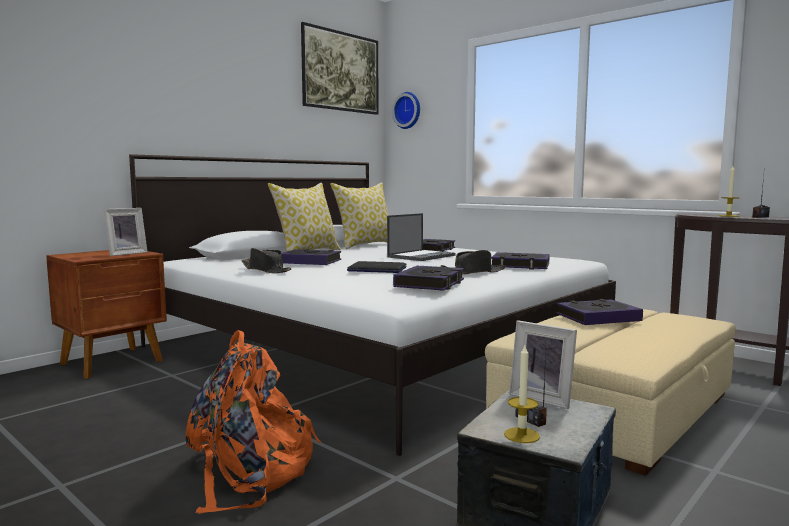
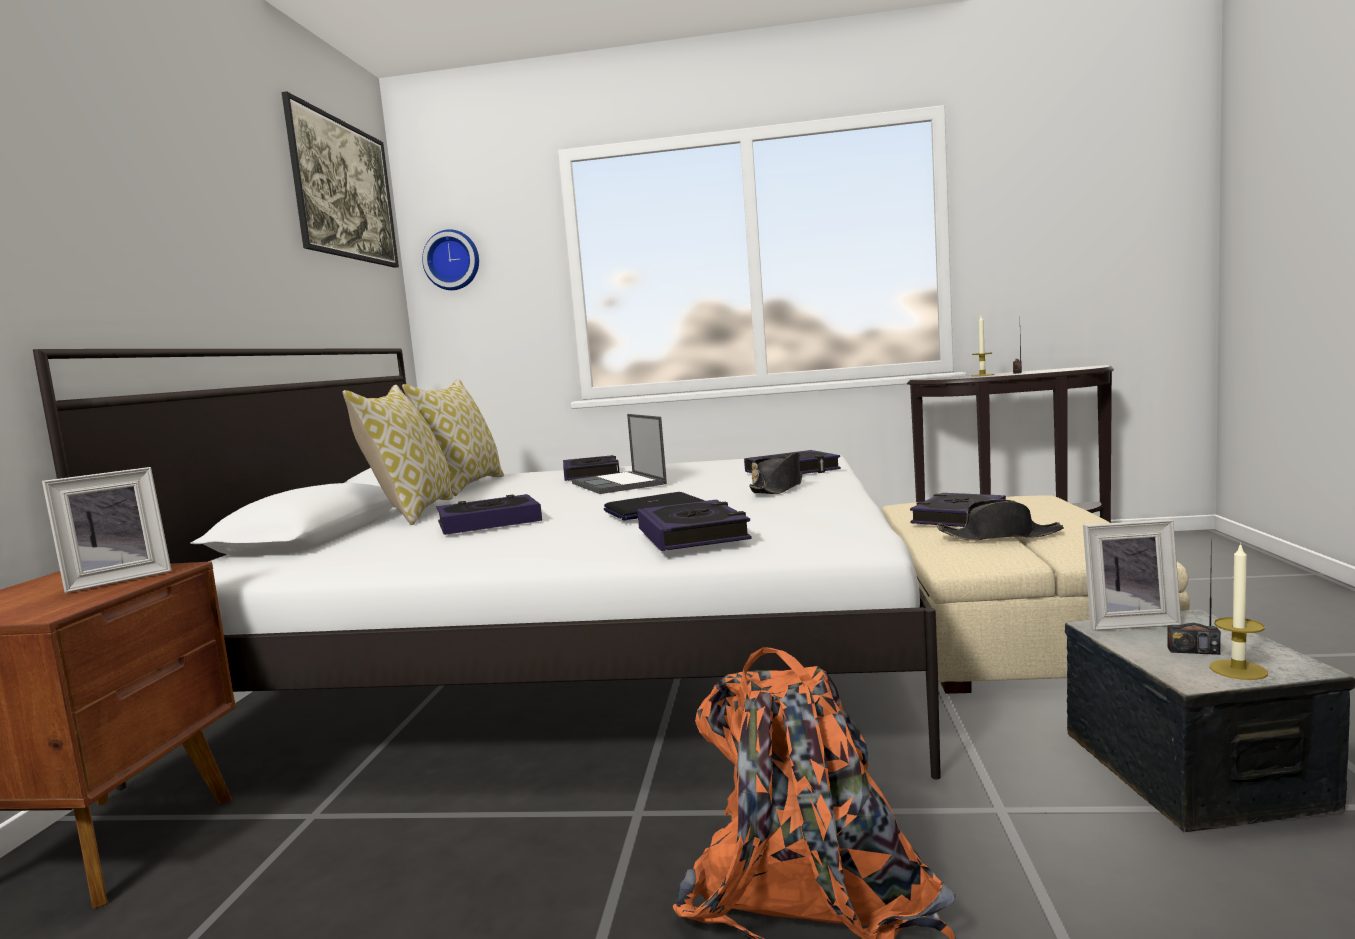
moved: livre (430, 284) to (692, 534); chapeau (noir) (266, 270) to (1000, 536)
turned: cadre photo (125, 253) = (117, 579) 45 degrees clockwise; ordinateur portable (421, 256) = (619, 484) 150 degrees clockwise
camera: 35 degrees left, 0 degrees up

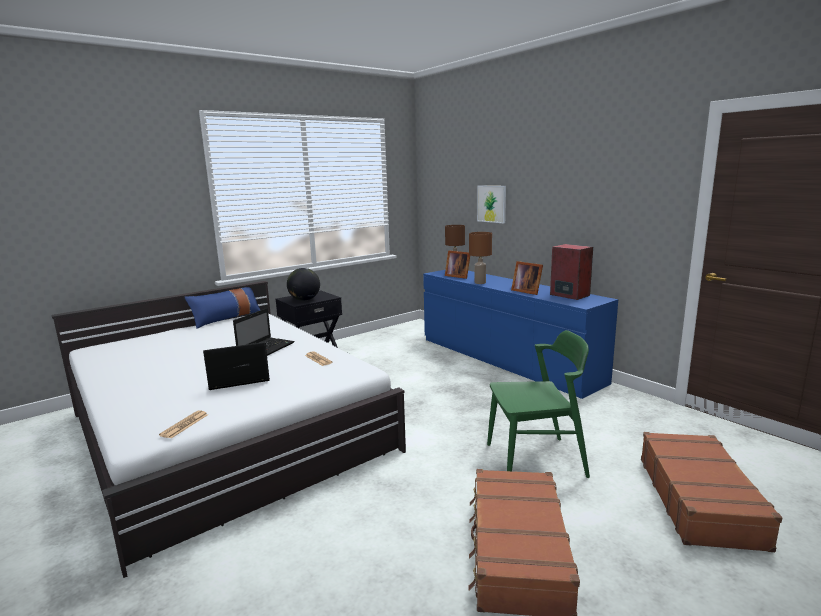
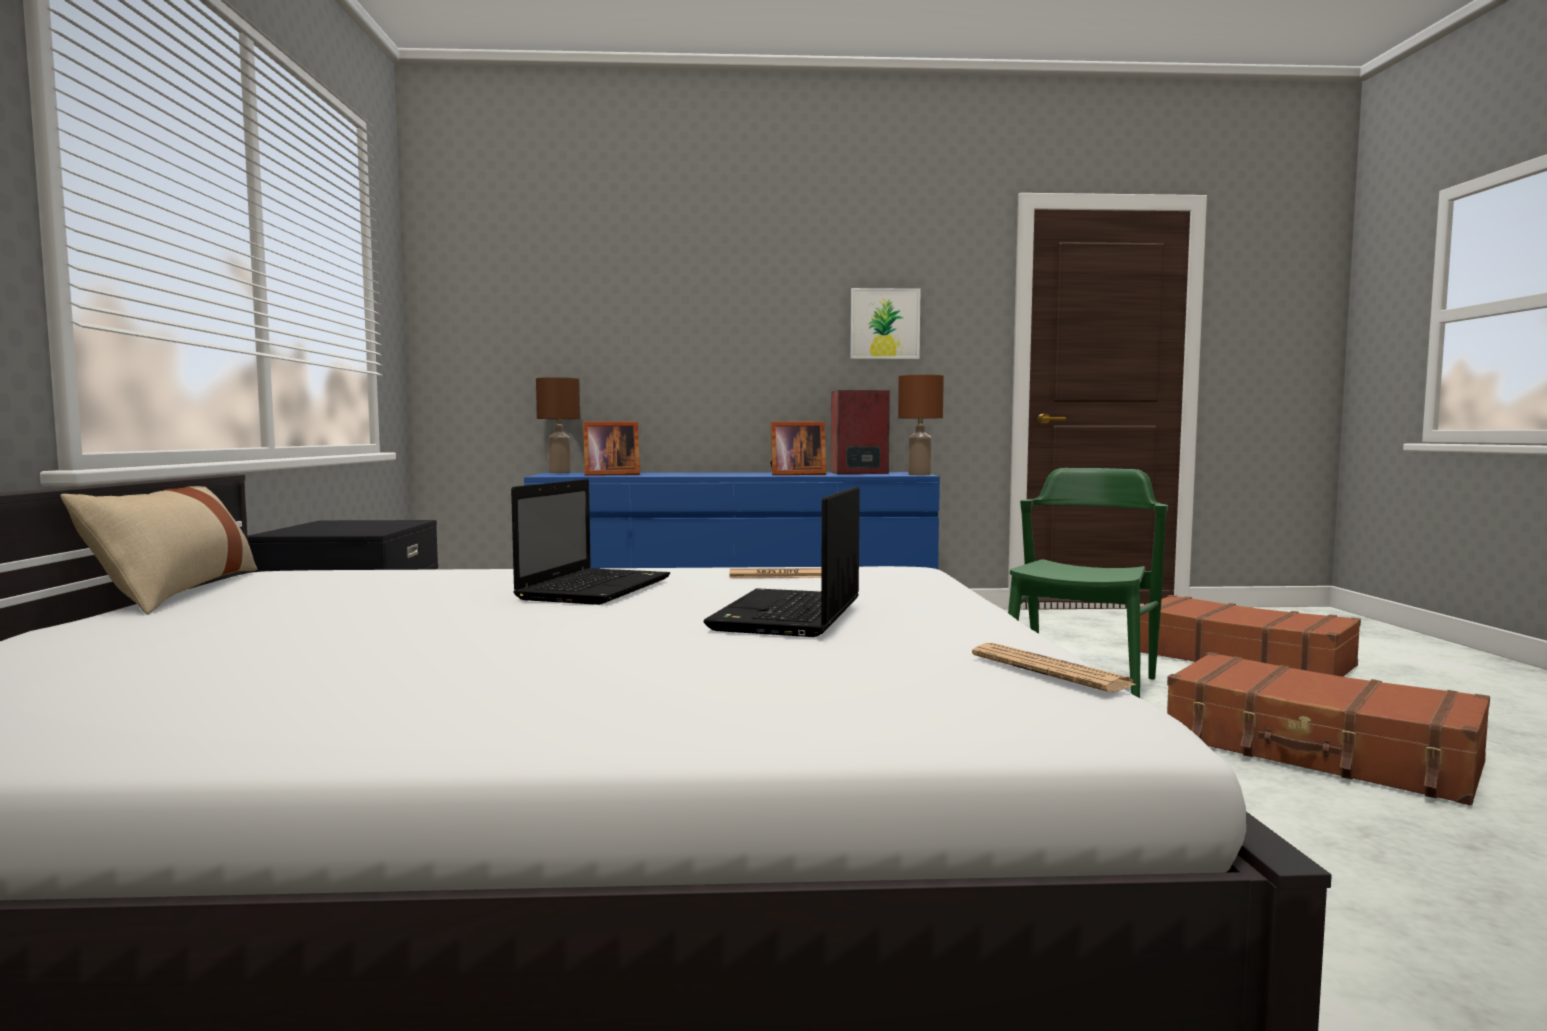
removed: globe (304, 300)
moved: tableau (492, 204) to (884, 324); lampe de table (marron) (480, 283) to (920, 474)
recoloured: coussin (bleu) (227, 318) to coussin (beige) (178, 590)
turned: ordinateur portable (266, 348) = (596, 588) 45 degrees clockwise
camera: 55 degrees left, 10 degrees down

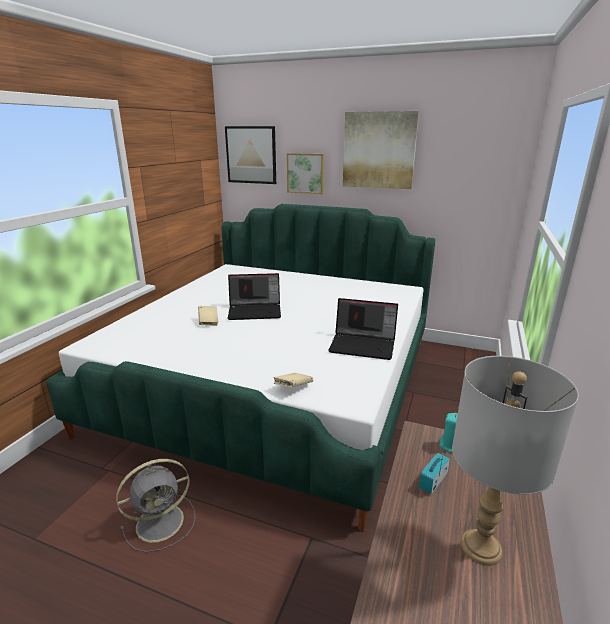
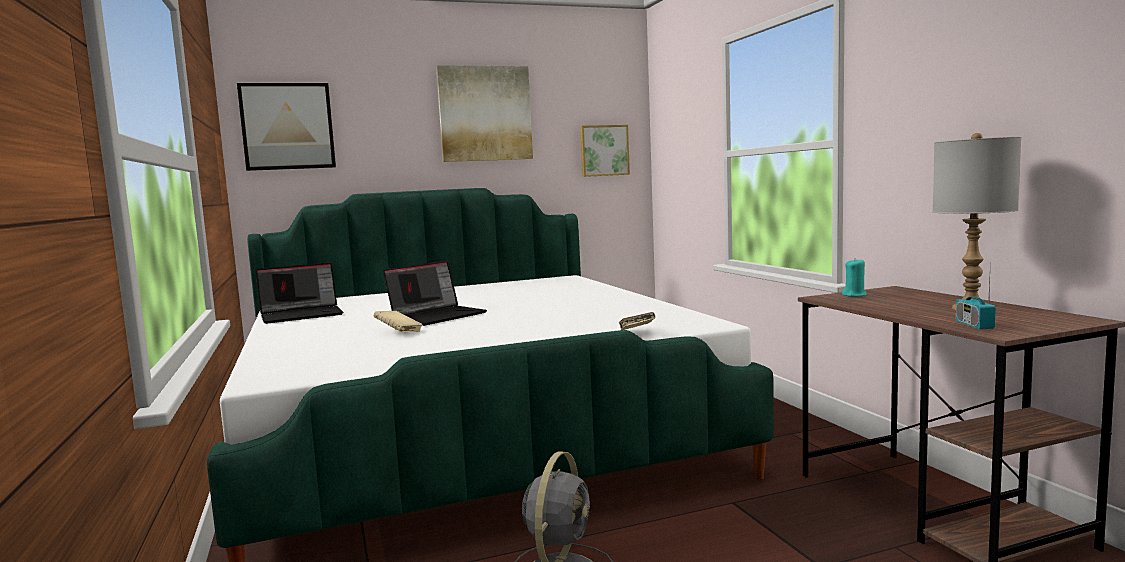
moved: ordinateur portable (363, 345) to (303, 315); tableau (306, 173) to (603, 150); radio (433, 481) to (974, 325)
camera: 40 degrees left, 15 degrees down

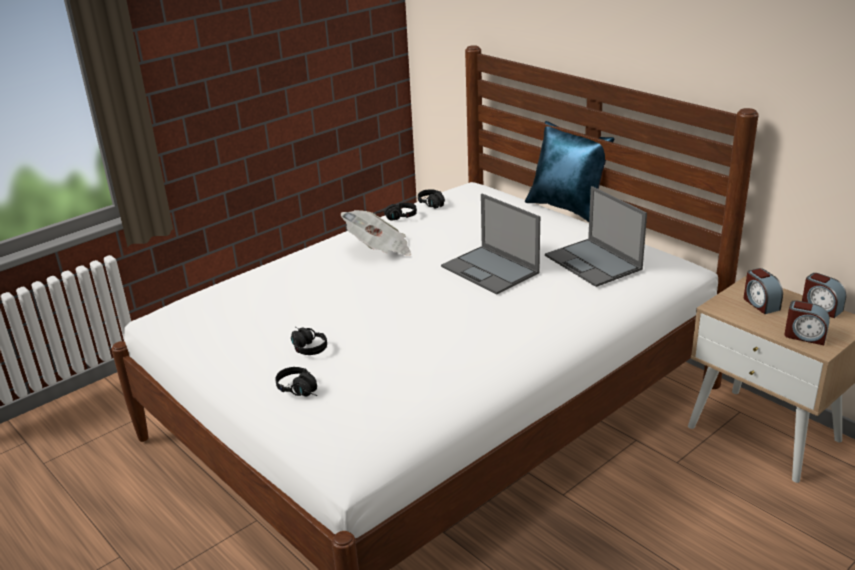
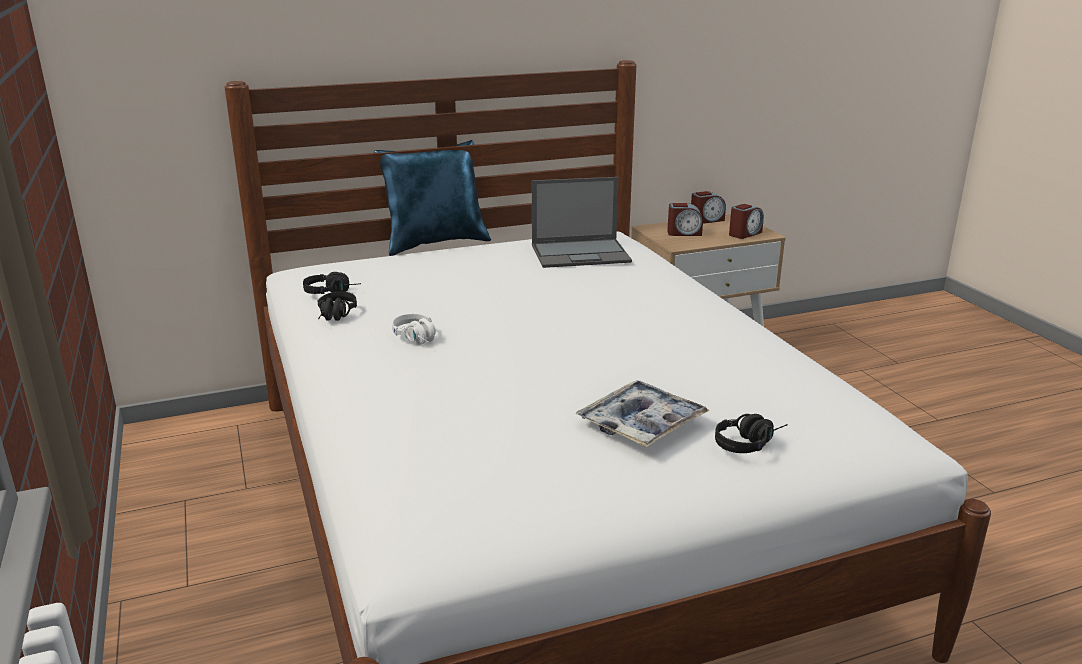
removed: ordinateur portable (491, 270)
replaced: journal (379, 249) to casque audio (blanc) (419, 339); casque audio (noir) (305, 346) to plateau (641, 424)
camera: 70 degrees left, 5 degrees down

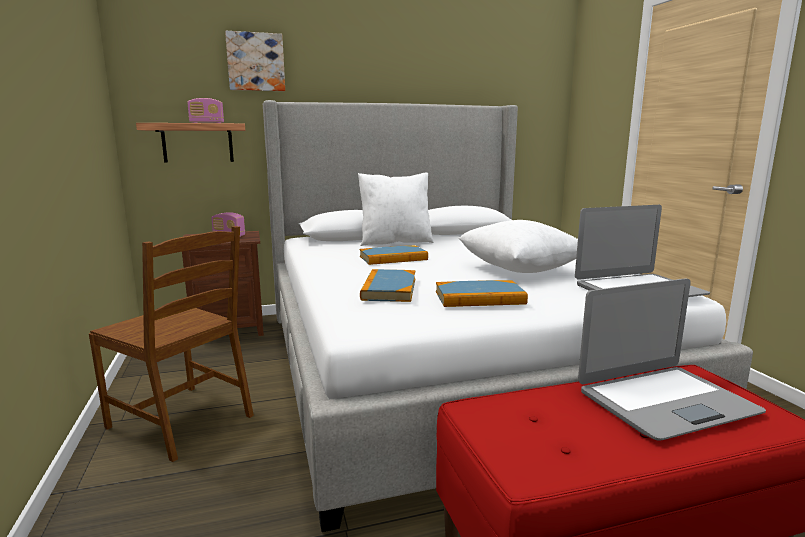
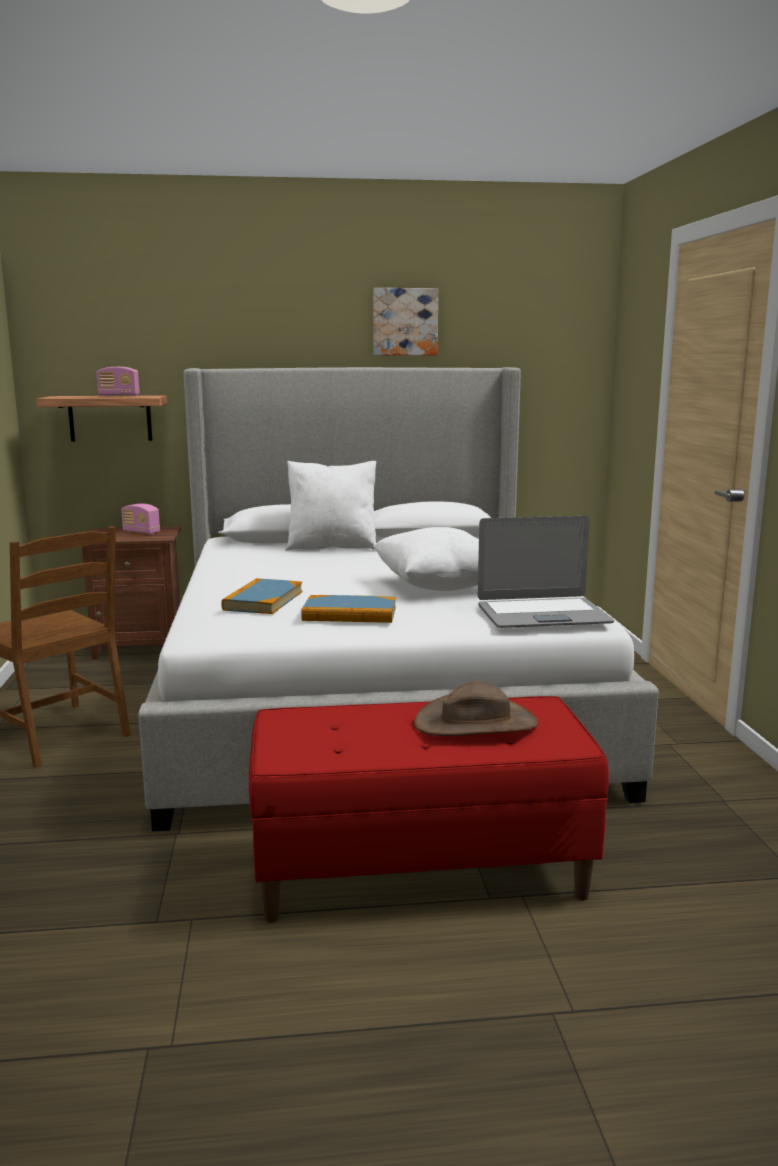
removed: livre (393, 258)
moved: tableau (255, 62) to (405, 322)
replaced: ordinateur portable (664, 402) to chapeau (marron) (476, 723)
camera: 10 degrees right, 0 degrees up

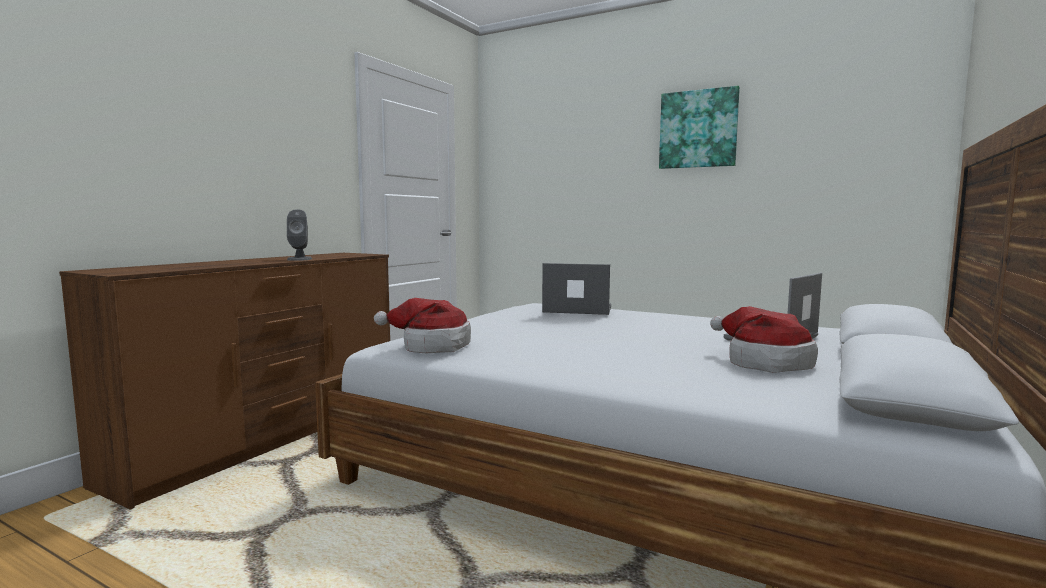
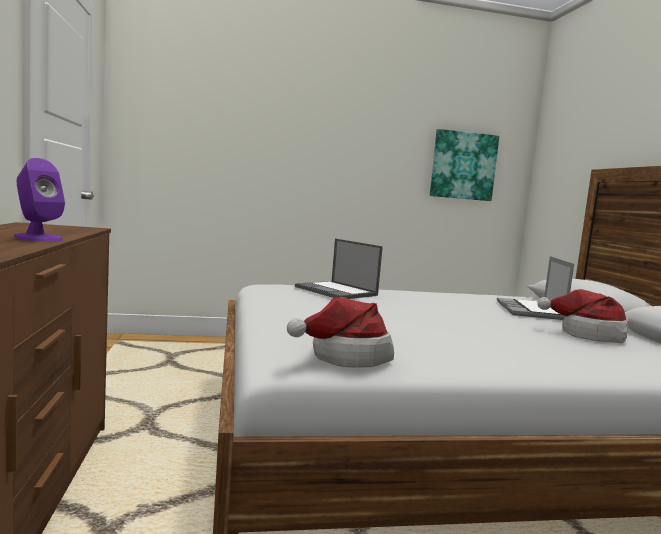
moved: tableau (698, 129) to (463, 165)
recoloured: enceinte (gris) (299, 259) to enceinte (violet) (38, 238)
turned: ordinateur portable (576, 309) = (337, 291) 105 degrees counterclockwise
camera: 40 degrees left, 0 degrees up

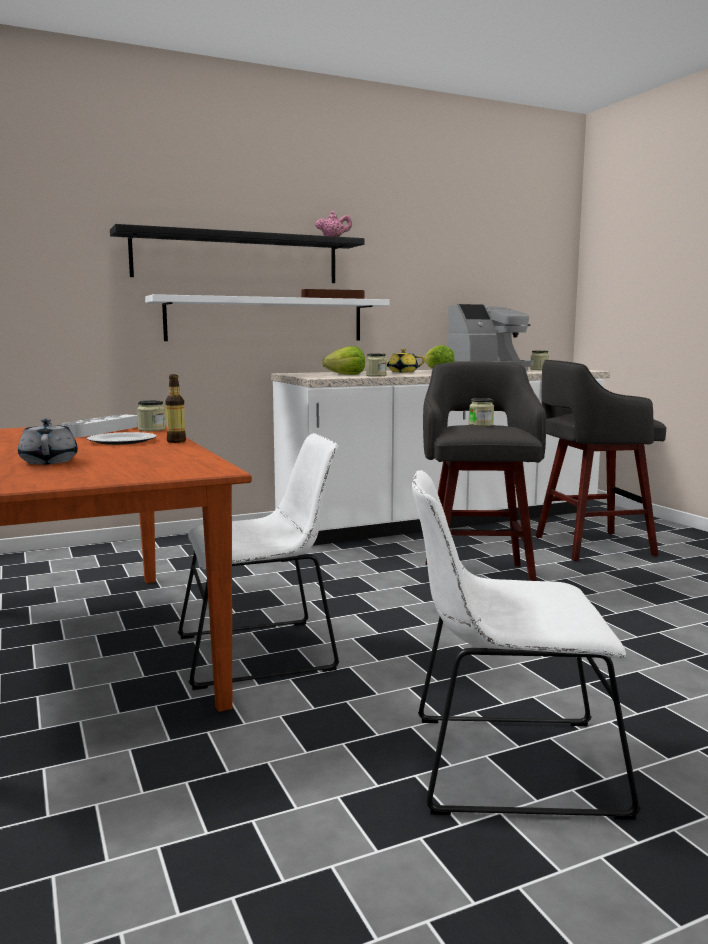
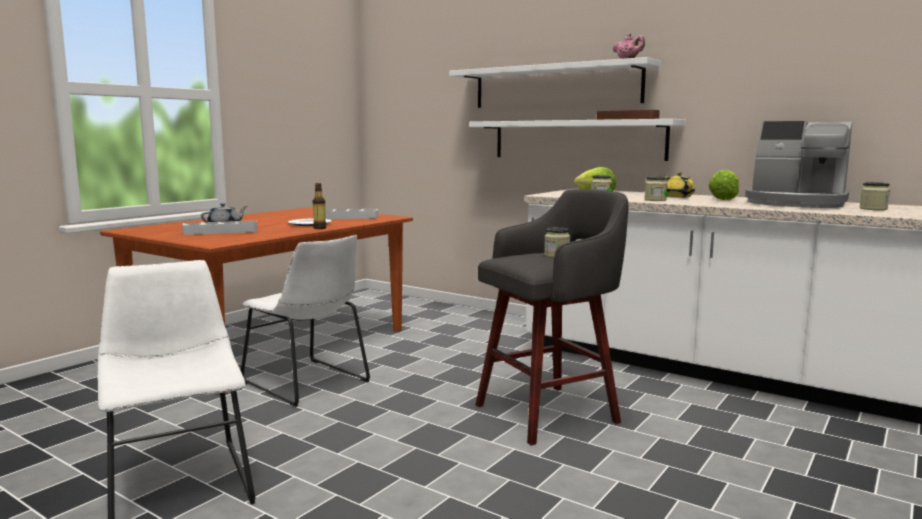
removed: tabouret (gris) (589, 546)
added: plateau (gris) (220, 232)
moved: bocal (151, 429) to (655, 200)
recoloured: étagère (noir) (237, 258) to étagère (blanc) (555, 86)
camera: 60 degrees right, 0 degrees up

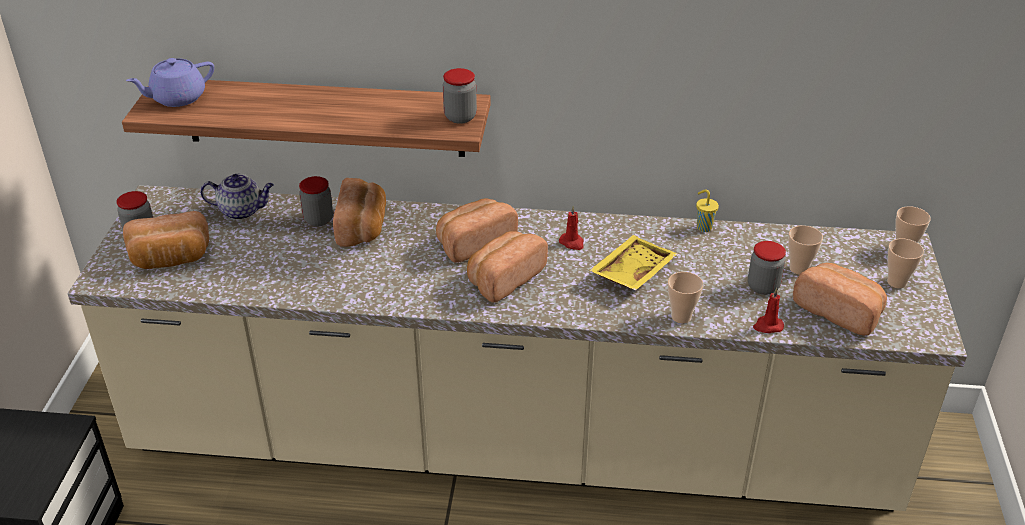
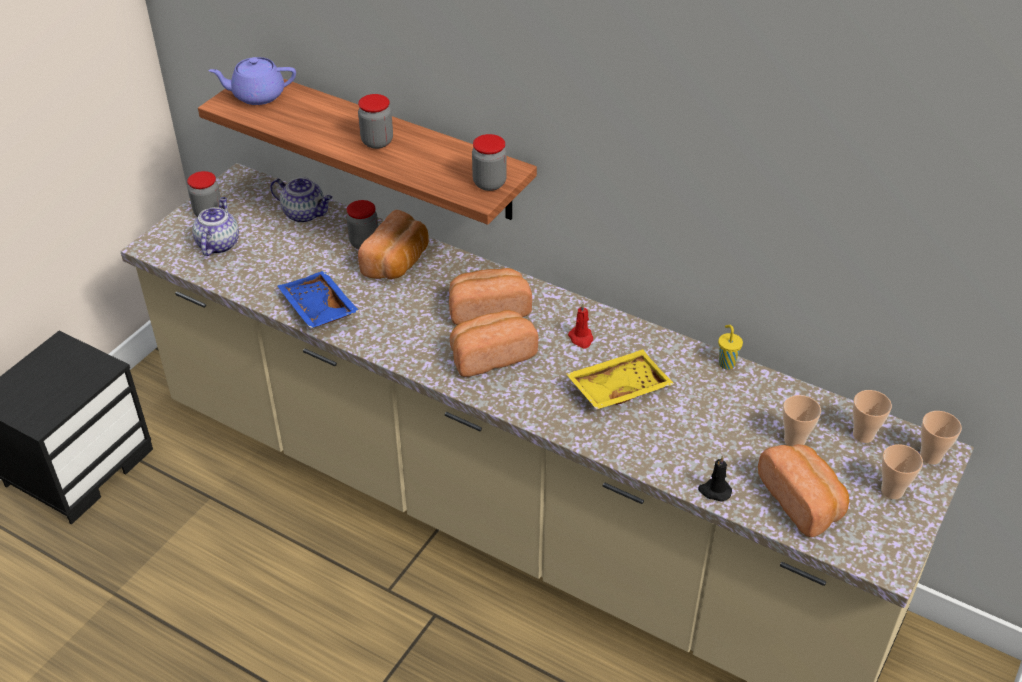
added: plateau (bleu) (317, 309)
moved: bocal (763, 287) to (377, 142); tasse (681, 317) to (863, 435)
replaced: pain (171, 259) to théière (218, 244)
recoloured: bougie (rouge) (767, 326) to bougie (noir) (714, 491)
camera: 25 degrees right, 5 degrees up

